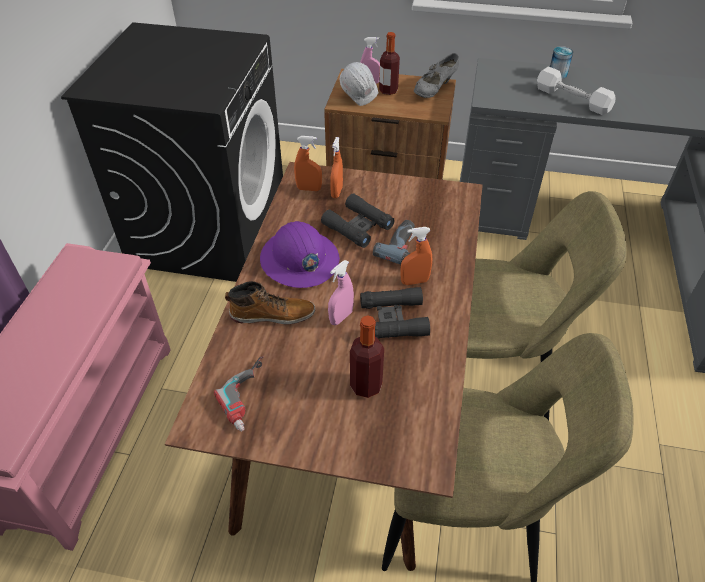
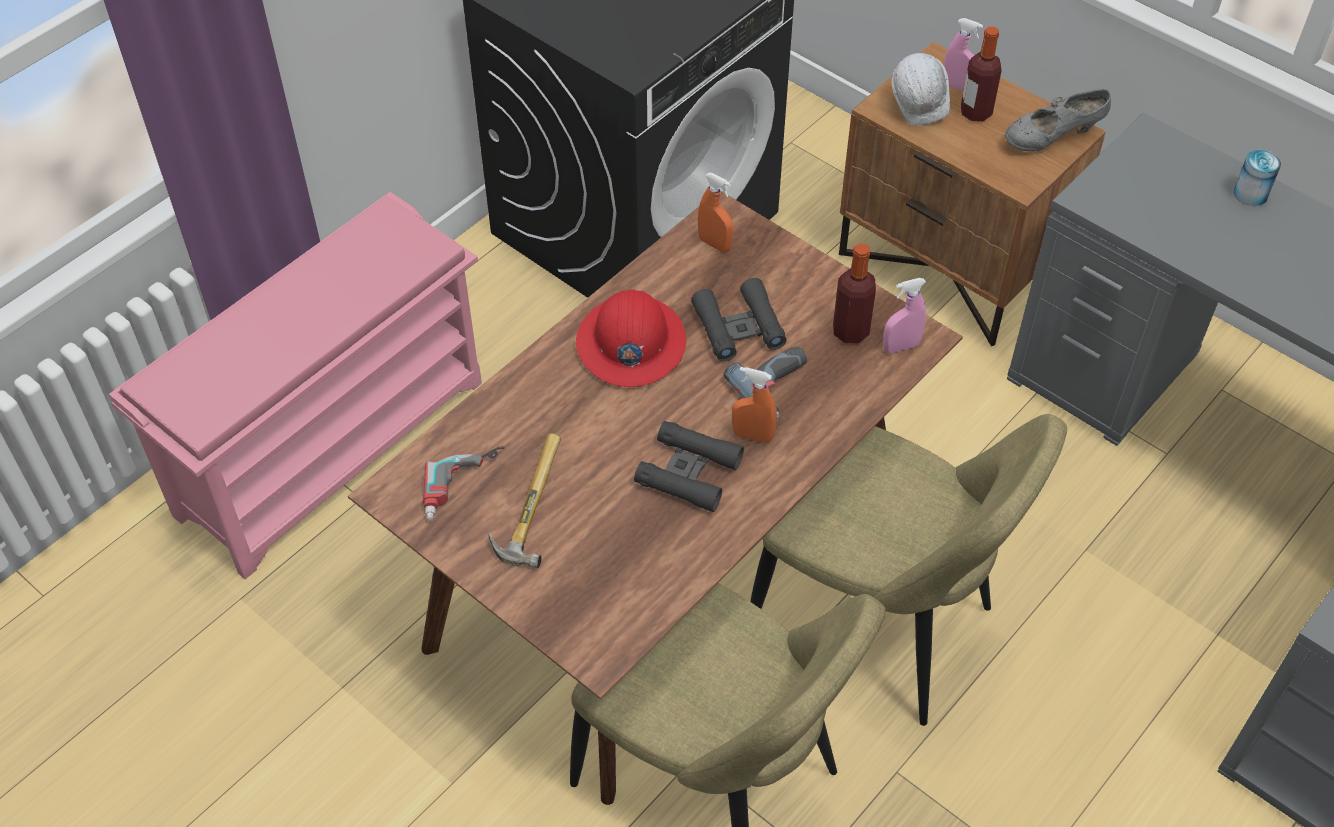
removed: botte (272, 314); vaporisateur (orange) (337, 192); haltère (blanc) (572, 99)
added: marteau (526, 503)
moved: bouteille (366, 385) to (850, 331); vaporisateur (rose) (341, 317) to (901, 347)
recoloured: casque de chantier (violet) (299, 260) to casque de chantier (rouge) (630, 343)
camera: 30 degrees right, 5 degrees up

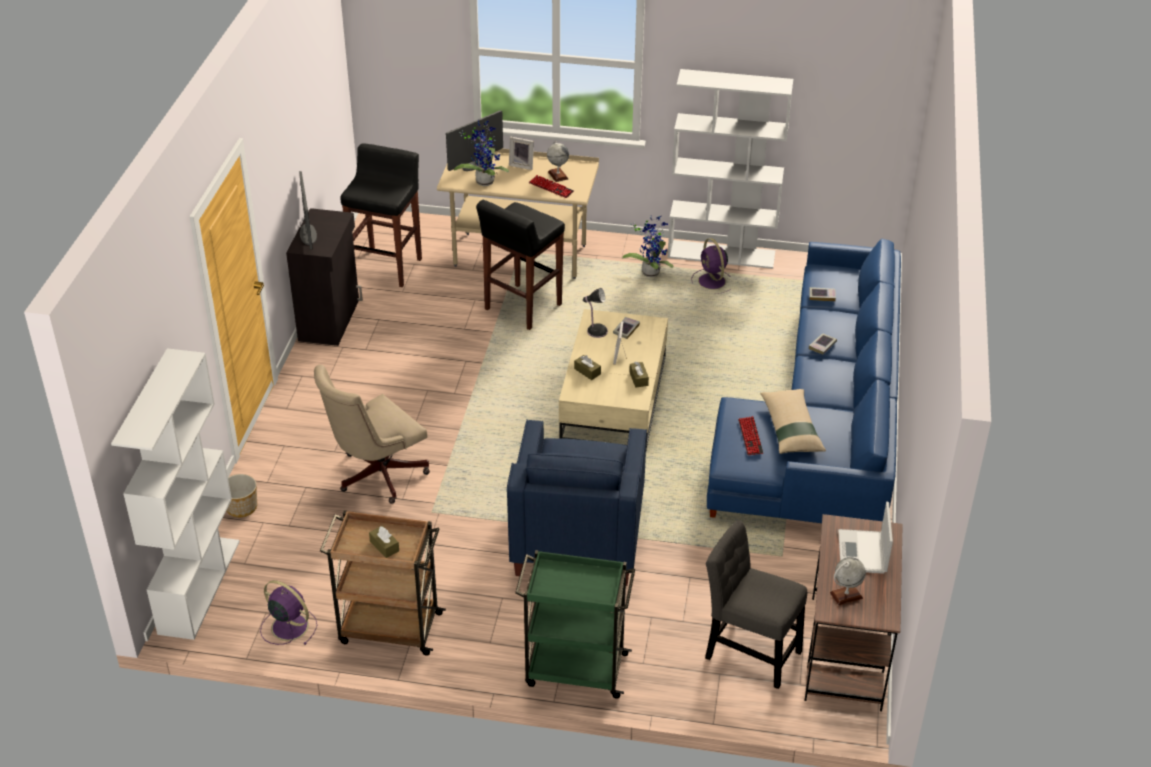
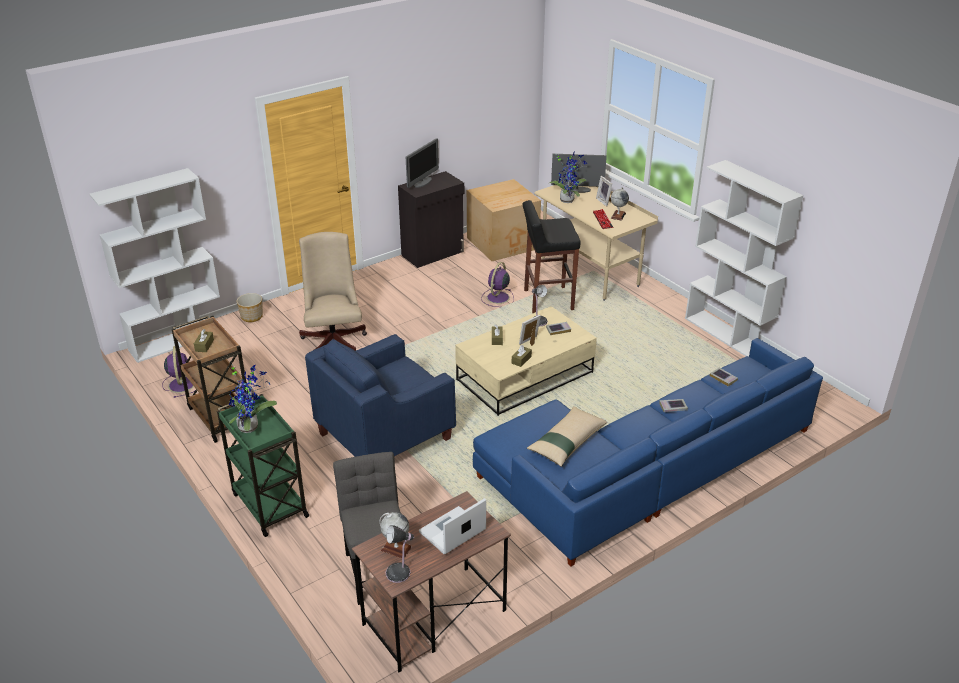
removed: clavier (750, 437)
added: lampe de table (399, 573)
moved: plante en pot (650, 271) to (250, 426); ventilateur (violet) (712, 282) to (497, 298)
replaced: tabouret (noir) (387, 267) to carton (503, 243)
turned: chaise de bureau (beige) (376, 475) = (334, 339) 75 degrees clockwise
camera: 45 degrees right, 5 degrees down

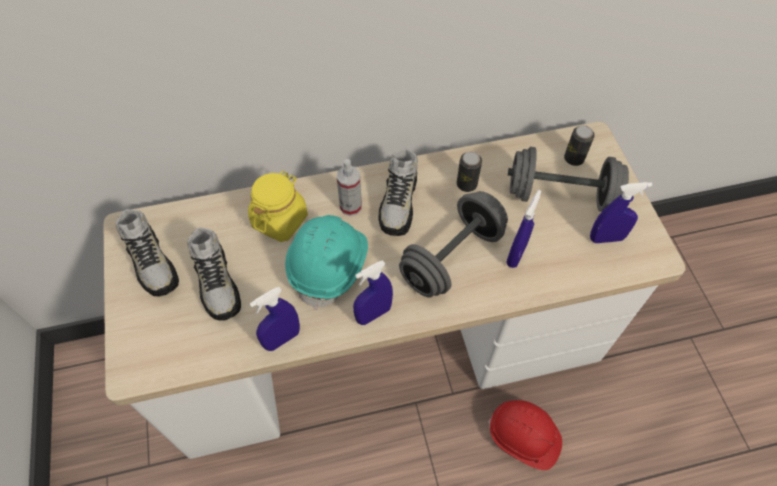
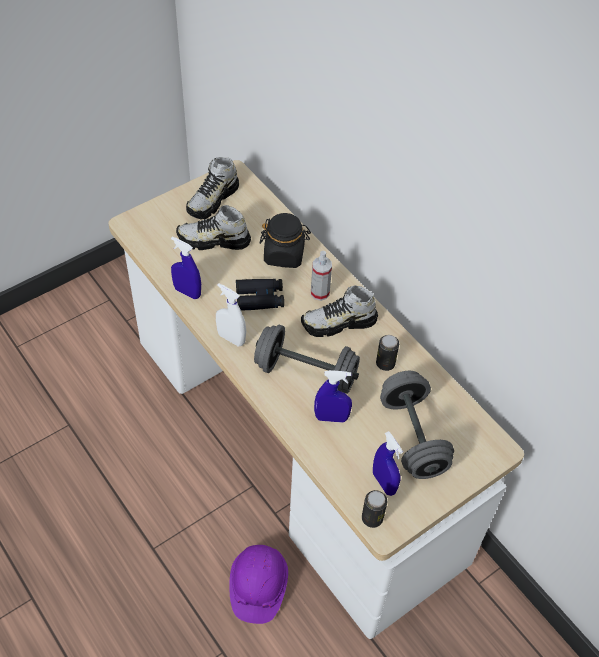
moved: boîte métallique (574, 158) to (372, 518)
replaced: casque de chantier (turquoise) (330, 265) to jumelles (noir) (260, 298)
recoloured: vaporisateur (bleu) (373, 314) to vaporisateur (blanc) (231, 338); casque de chantier (rouge) (523, 438) to casque de chantier (violet) (257, 587); bocal (jaune) (280, 220) to bocal (noir) (284, 254)
turned: chaussure (218, 284) = (214, 241) 45 degrees clockwise
camera: 65 degrees right, 5 degrees down

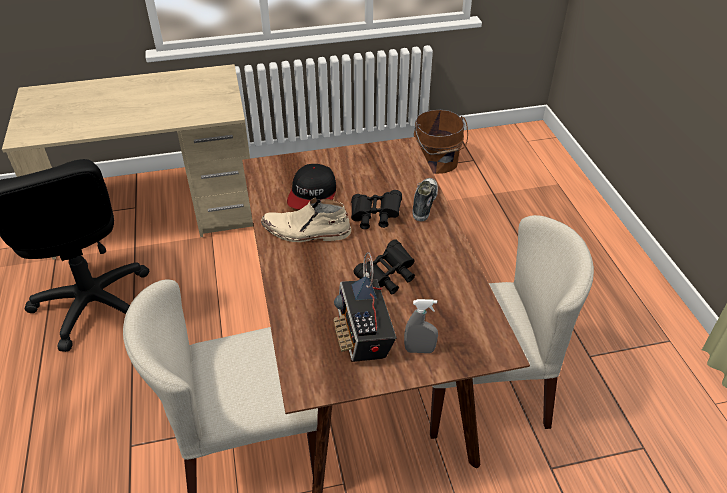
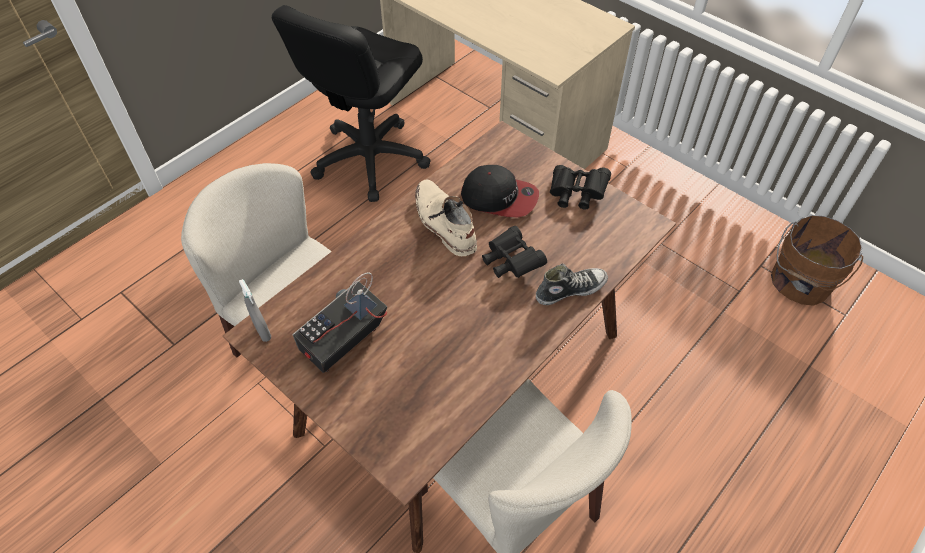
moved: vaporisateur (gris) (419, 350) to (262, 331); jumelles (noir) (387, 277) to (576, 194)
turned: casquette (313, 195) = (499, 197) 135 degrees counterclockwise
camera: 55 degrees right, 10 degrees up

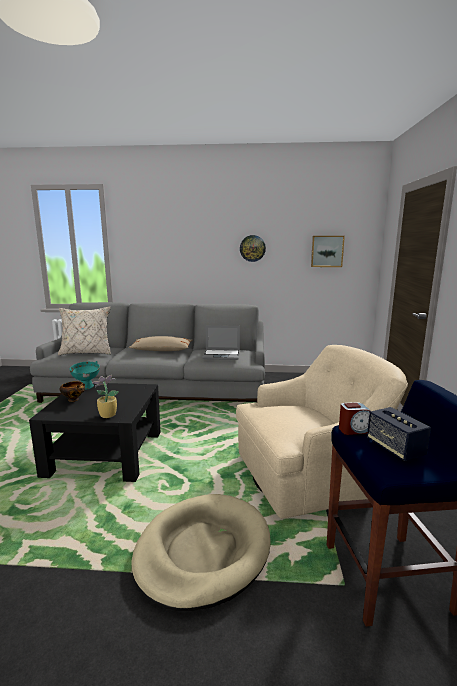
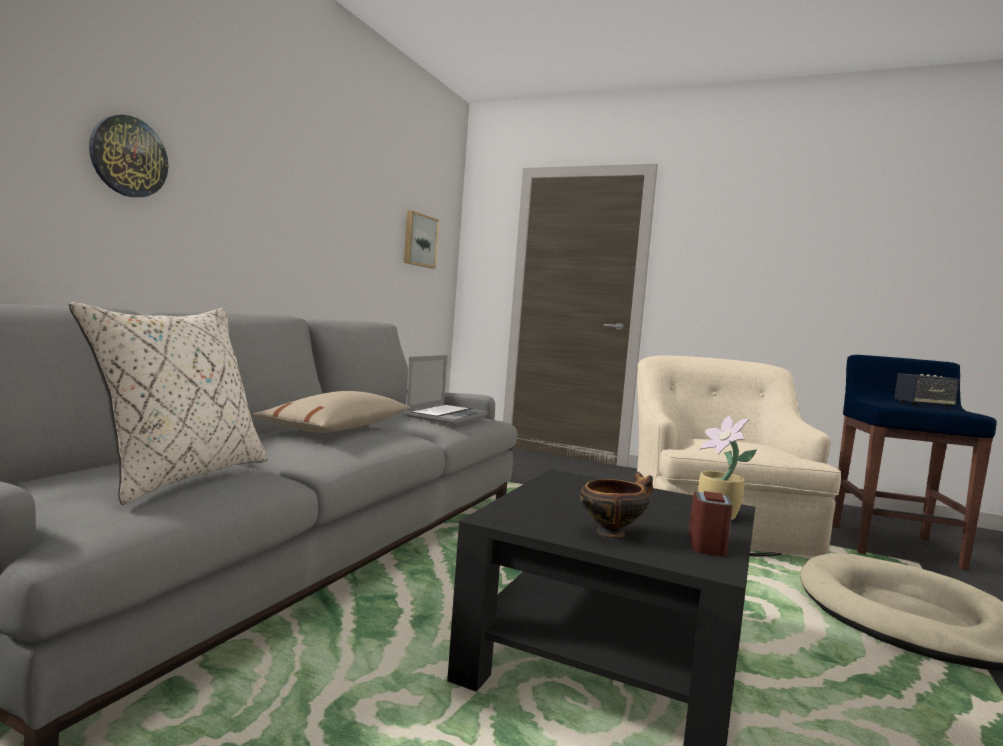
removed: bol (turquoise) (87, 387)
moved: horloge murale (252, 248) to (128, 157); réveil (355, 430) to (707, 544)
camera: 70 degrees left, 10 degrees down

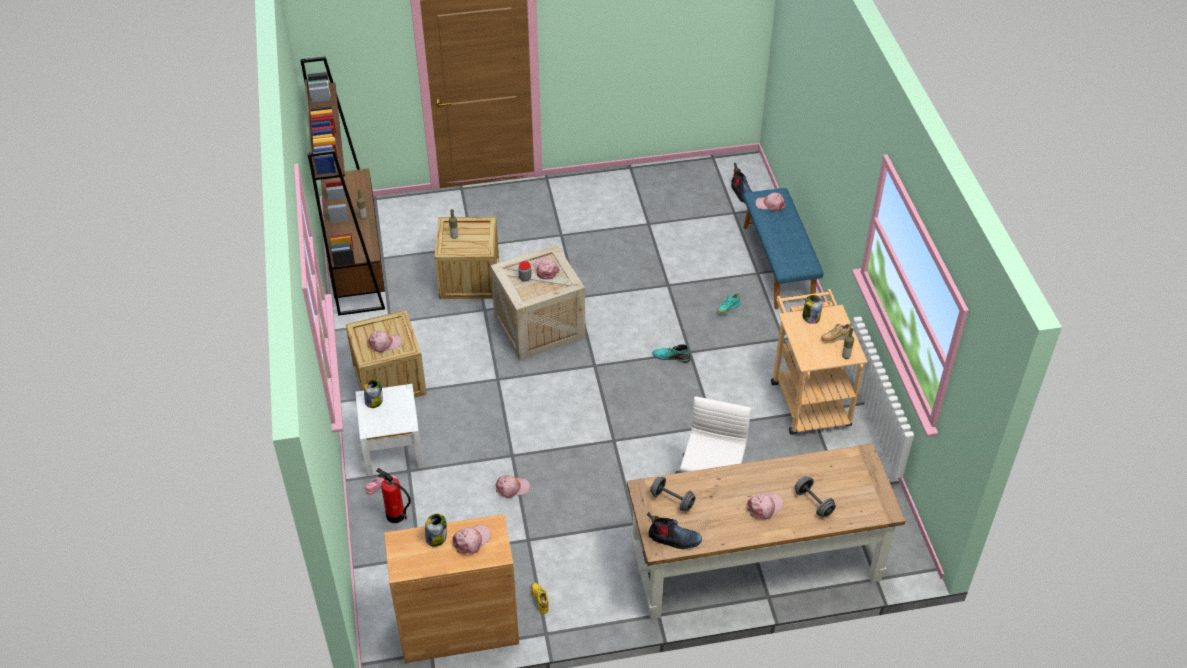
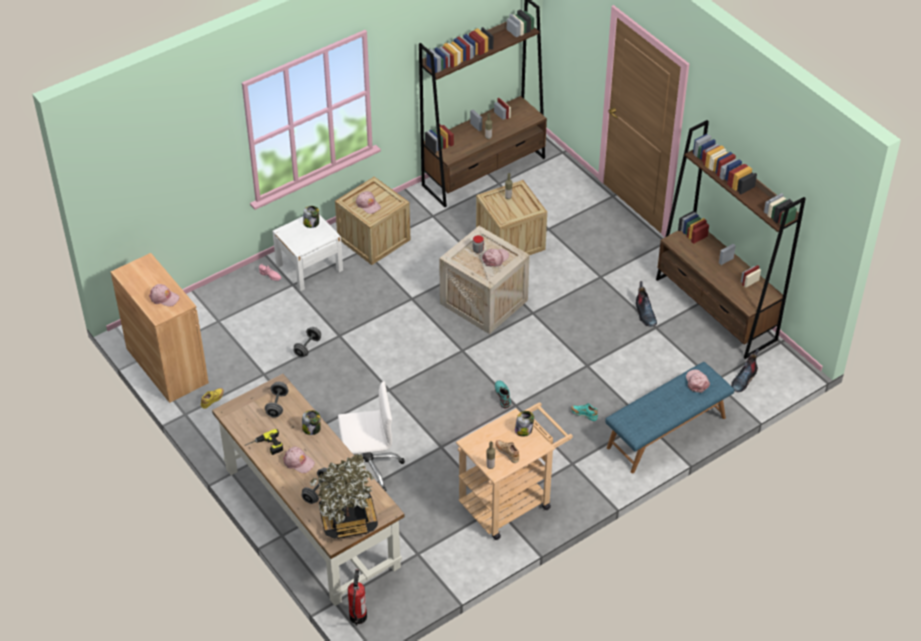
added: perceuse (265, 447); plante en pot (348, 520); bibliothèque (marron) (716, 309)
moved: bocal (436, 537) to (312, 429); extincteur (395, 515) to (358, 616); botte (673, 539) to (644, 313)
replaced: casquette (rose) (512, 488) to haltère (gris) (307, 347)
camera: 65 degrees right, 0 degrees up

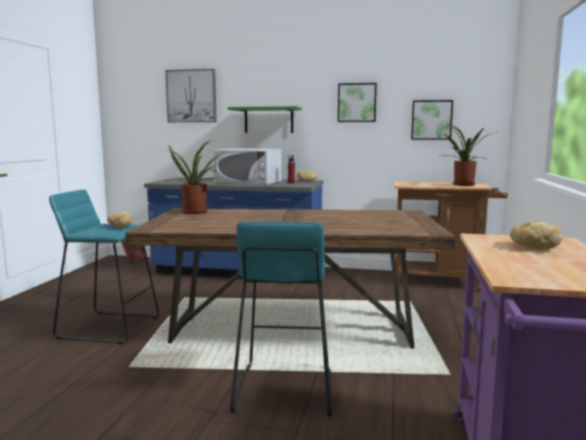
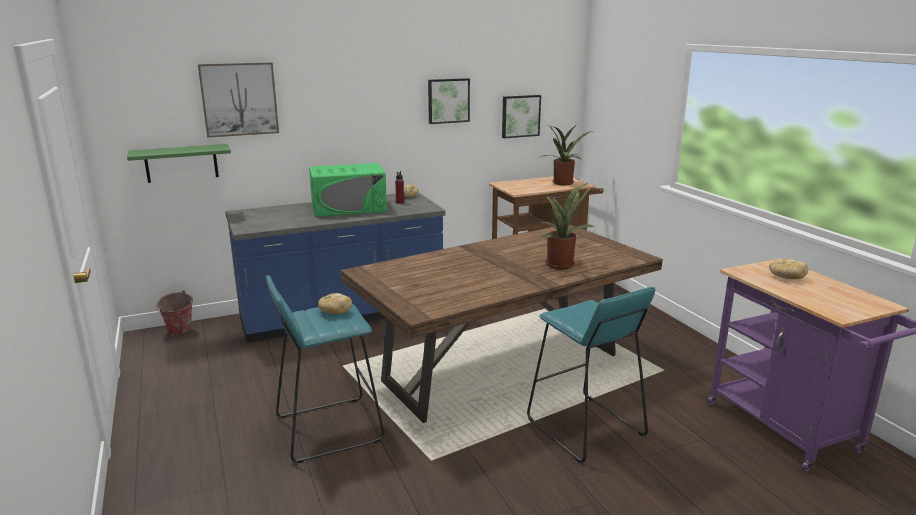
moved: étagère (vert) (268, 120) to (181, 163); plante en pot (196, 212) to (558, 264)
recoloured: micro-ondes (blanc) (248, 181) to micro-ondes (vert) (349, 208)
camera: 35 degrees left, 10 degrees up

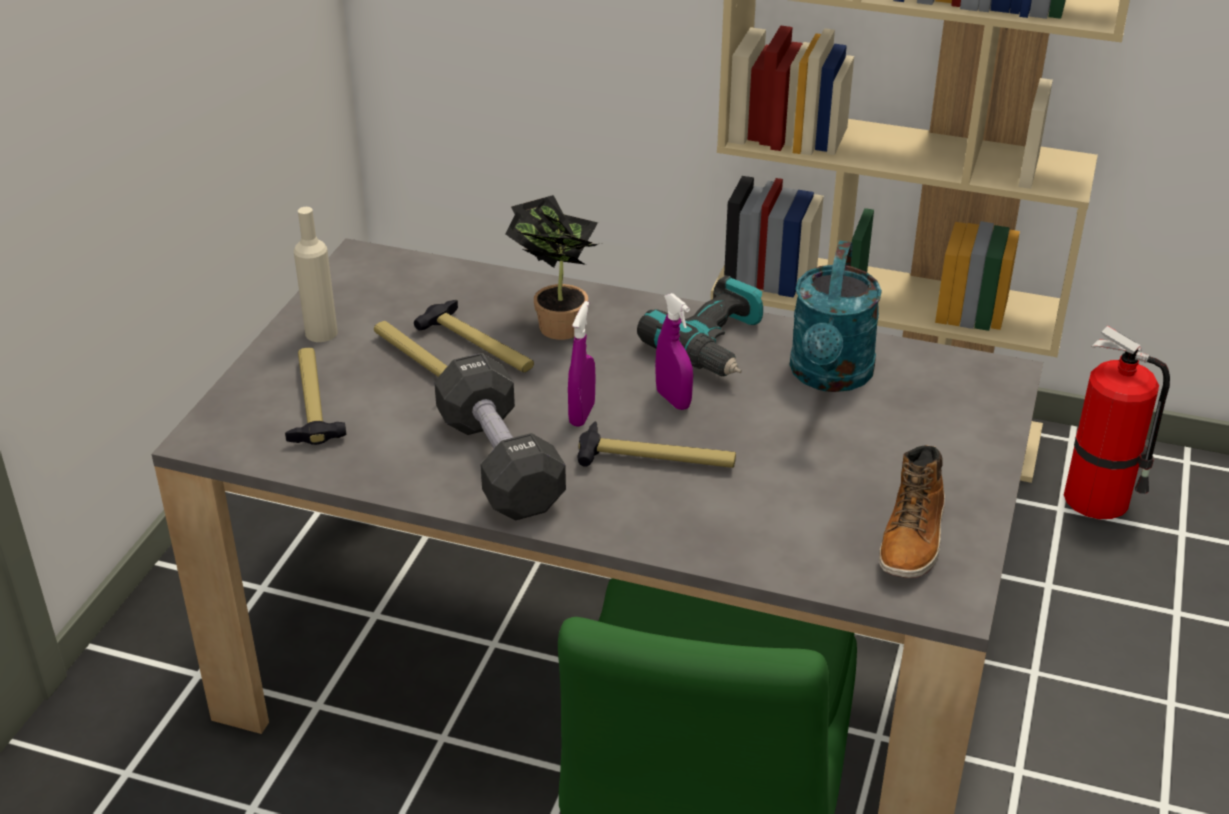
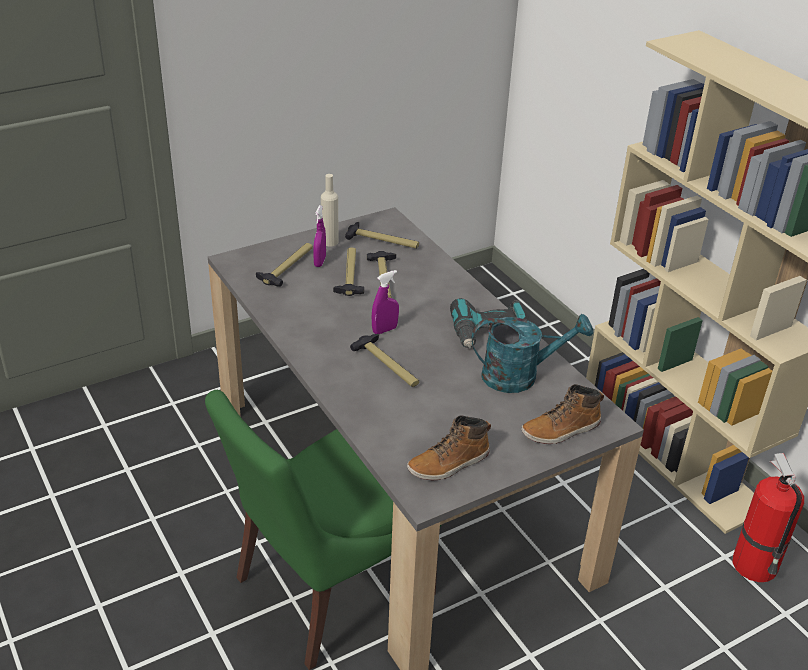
removed: haltère (noir) (499, 463); plante en pot (556, 324)
added: marteau (383, 241); botte (561, 430)
moved: vaporisateur (violet) (673, 400) to (320, 262)
turned: arrosoir (turquoise) (830, 377) = (520, 376) 150 degrees counterclockwise
camera: 40 degrees right, 0 degrees up

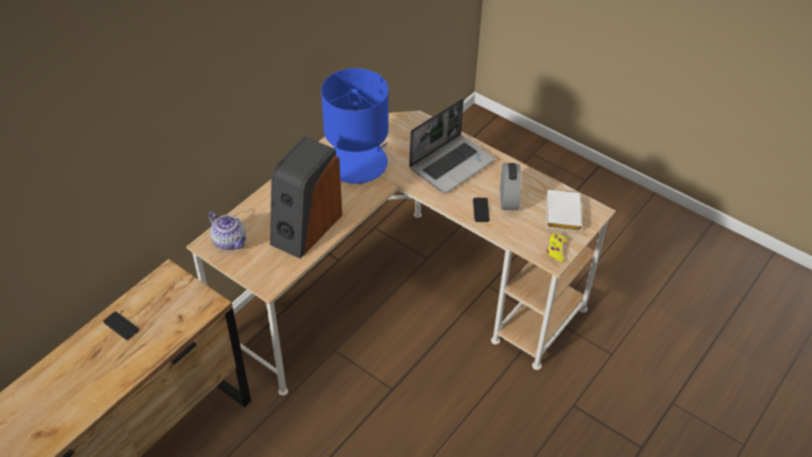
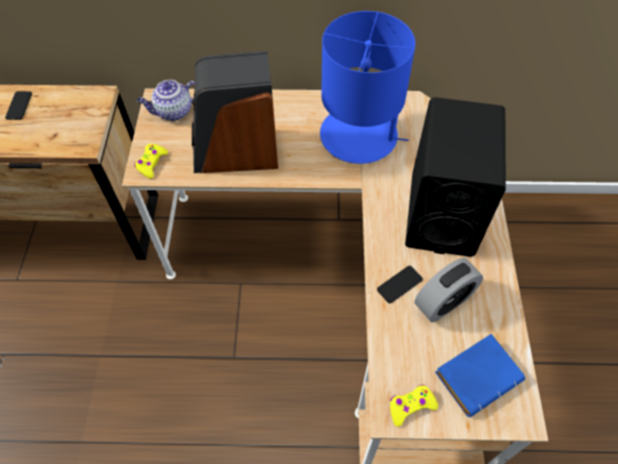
added: manette (jaune) (151, 163)
replaced: ordinateur portable (452, 164) to enceinte (noir) (441, 213)
recoloured: livre (blanc) (561, 213) to livre (bleu) (477, 374)
turned: théière (230, 242) = (173, 112) 60 degrees clockwise
camera: 55 degrees right, 10 degrees up

